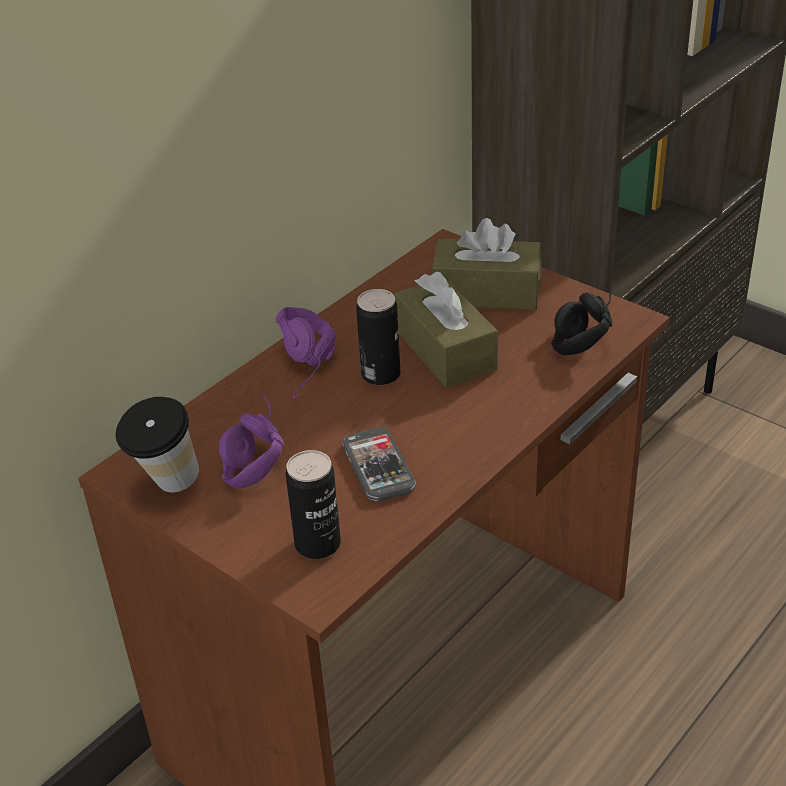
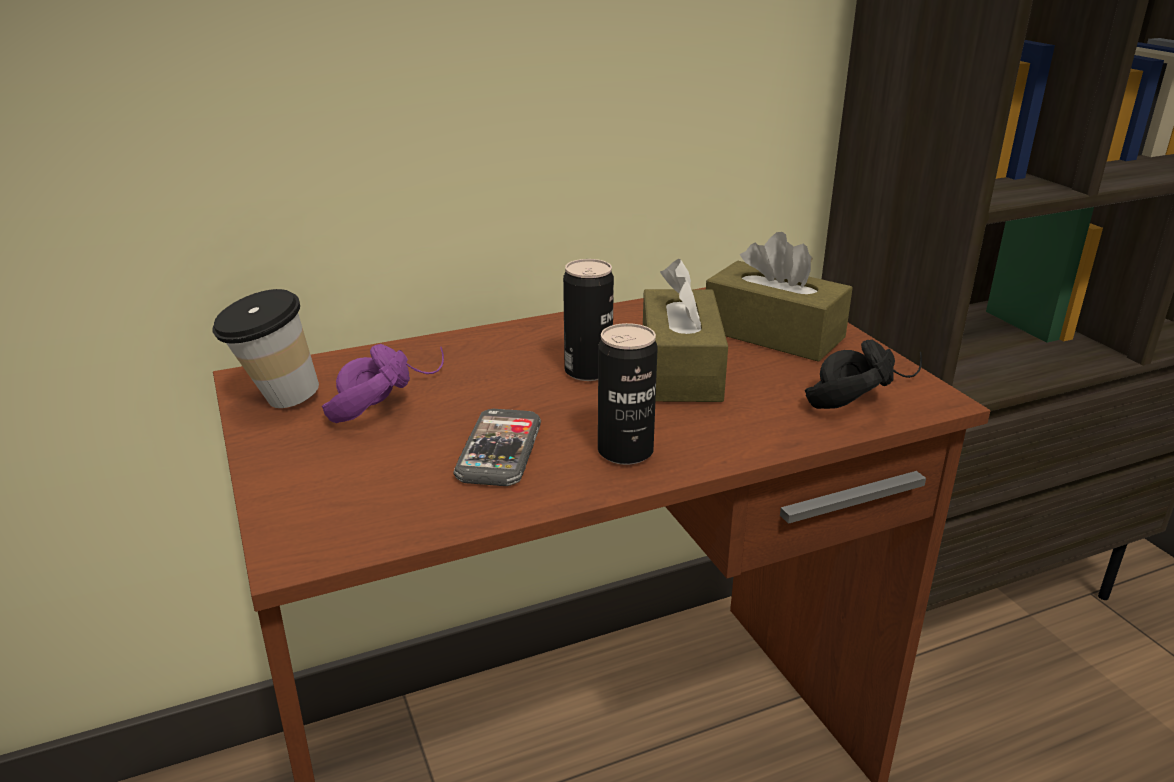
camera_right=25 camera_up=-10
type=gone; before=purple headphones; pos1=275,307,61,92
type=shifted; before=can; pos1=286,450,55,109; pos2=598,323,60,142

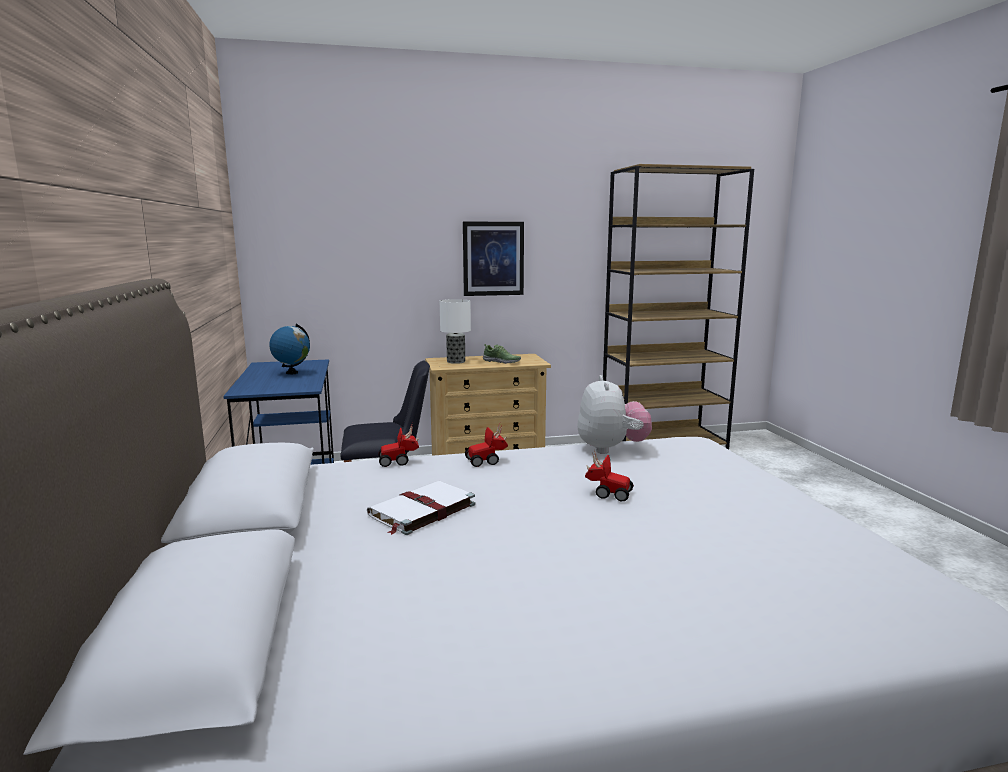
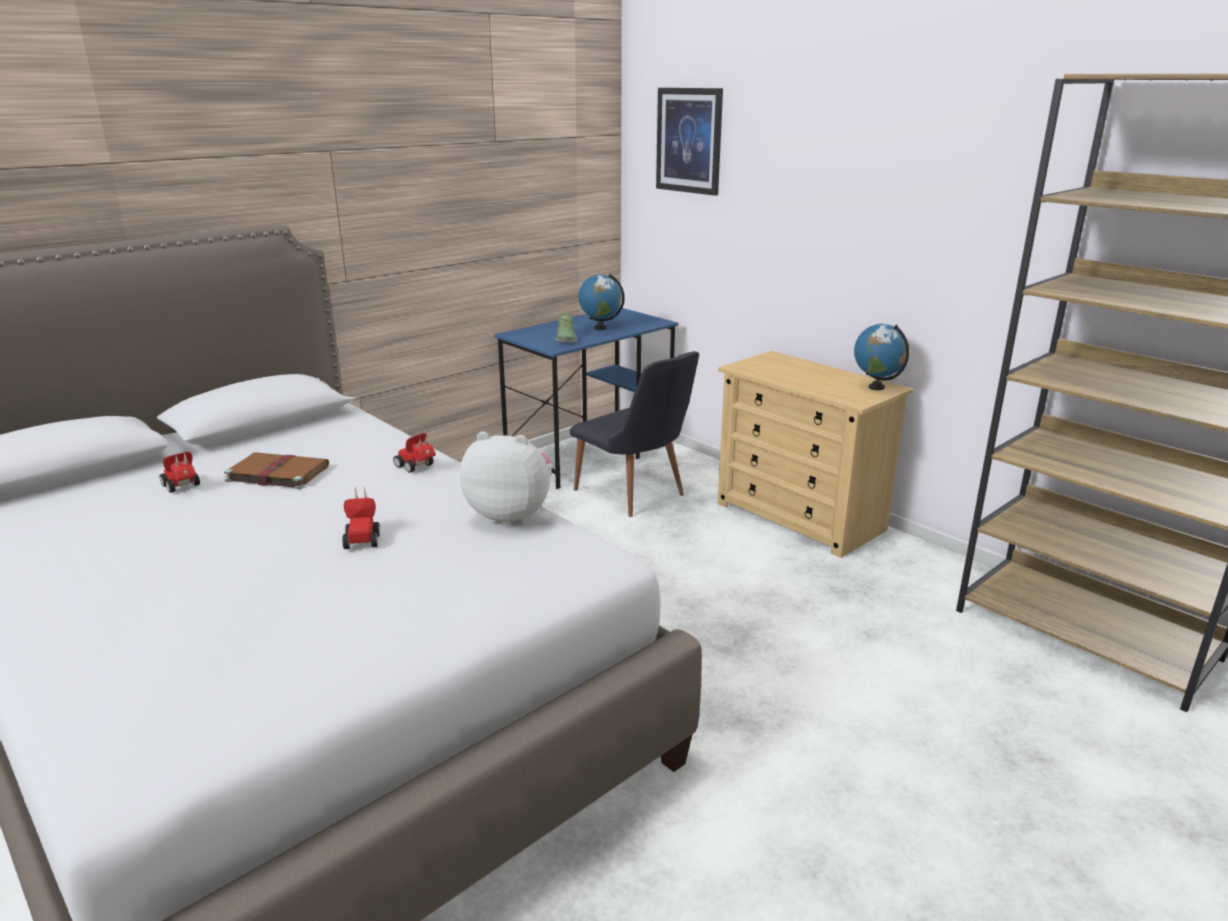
camera_right=60 camera_up=10
type=repainted; before=white book; after=brown book; pos1=367,481,108,54; pos2=224,452,105,37
type=shifted; before=toy car; pos1=378,423,41,44; pos2=159,451,41,42
type=gone; before=table lamp; pos1=440,299,31,65
type=shifted; before=picture; pos1=463,222,61,74; pos2=656,88,67,108
type=shifted; before=shoe; pos1=483,344,38,20; pos2=556,311,21,32
type=rotated; before=plush toy; pos1=577,375,75,79; pos2=460,431,92,95; turn=-135
type=new; after=globe; pos2=854,324,55,66

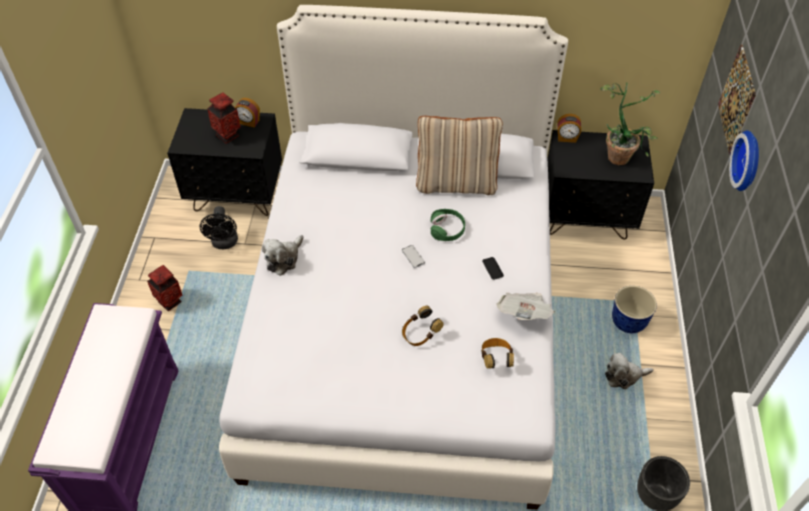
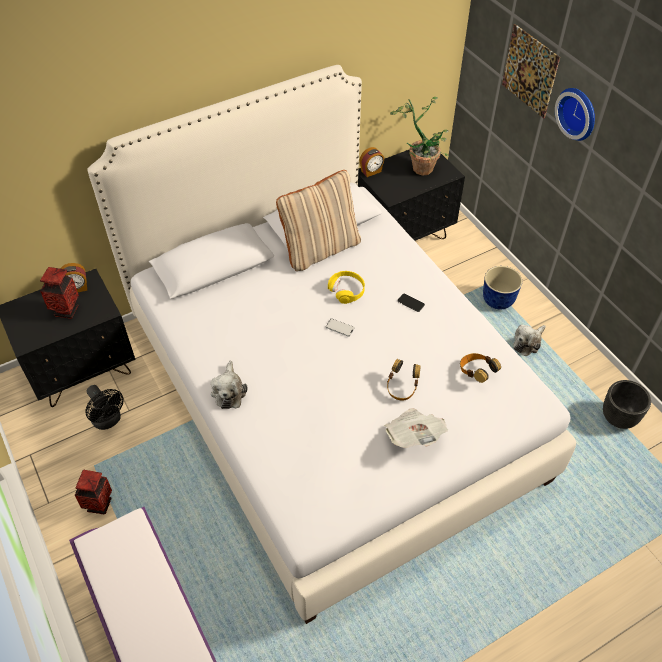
camera_right=-35 camera_up=0
type=repainted; before=green headphones; after=yellow headphones; pos1=430,209,35,32; pos2=328,271,37,33
type=shifted; before=newspaper; pos1=496,293,59,27; pos2=384,408,64,40

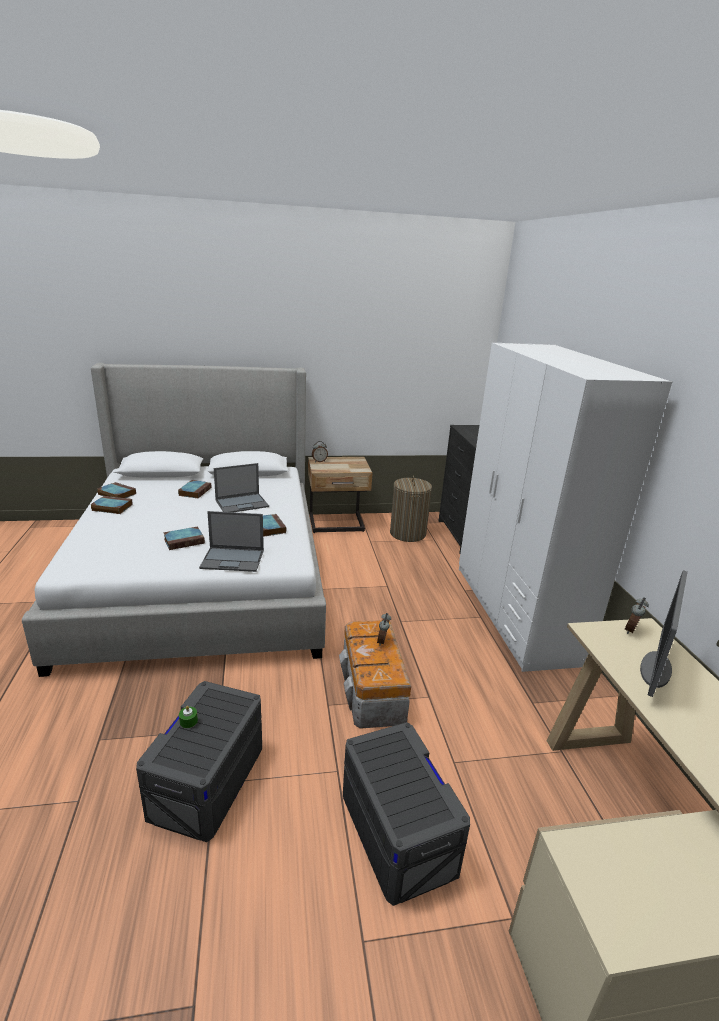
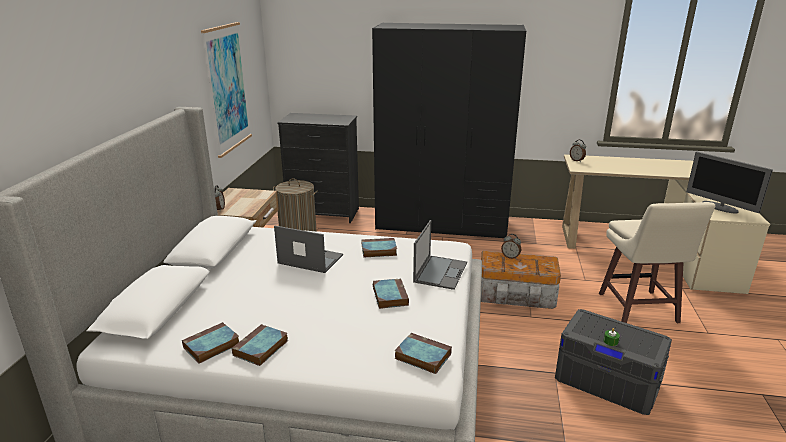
camera_right=-70 camera_up=0
type=shifted; before=book; pos1=178,480,33,18; pos2=394,333,58,41
type=rotated; before=laptop; pos1=214,463,55,49; pos2=274,226,69,47; turn=-60
type=swapped; before=grey storage box; after=beige stool; pos1=343,722,127,184; pos2=599,202,116,121
type=repainted; before=white wardrobe; after=black wardrobe; pos1=459,343,214,329; pos2=372,23,154,215
type=shifted; before=monitor; pos1=640,570,47,127; pos2=686,152,87,61
type=new; after=picture; pos2=201,22,51,136

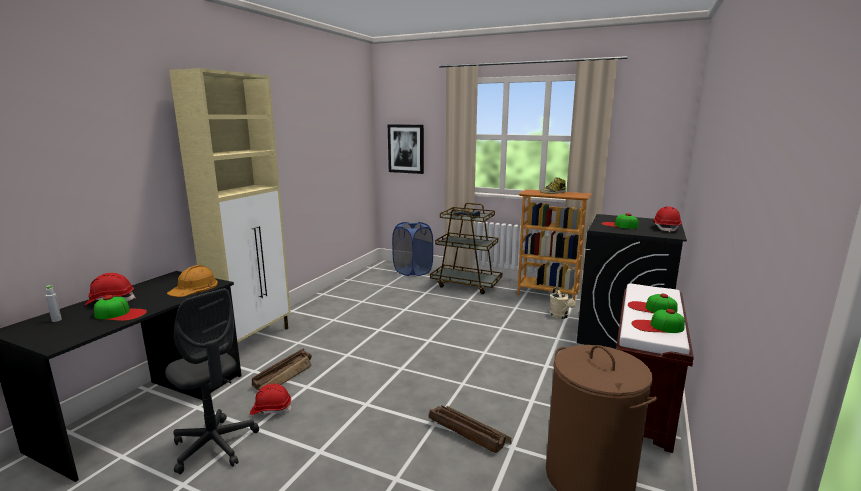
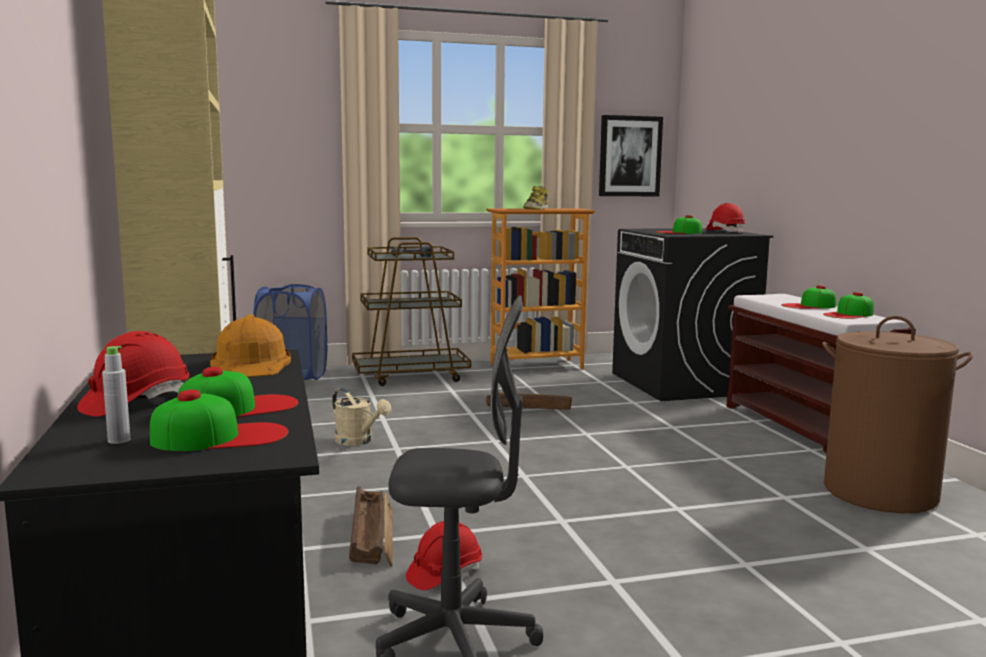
camera_right=-40 camera_up=-5
type=shifted; before=picture; pos1=388,124,36,50; pos2=599,115,64,81
type=shifted; before=crate; pos1=429,405,82,48; pos2=486,392,86,18
type=shifted; before=beige watering can; pos1=549,287,27,32; pos2=332,388,59,58
type=new; after=cap; pos2=150,390,138,61

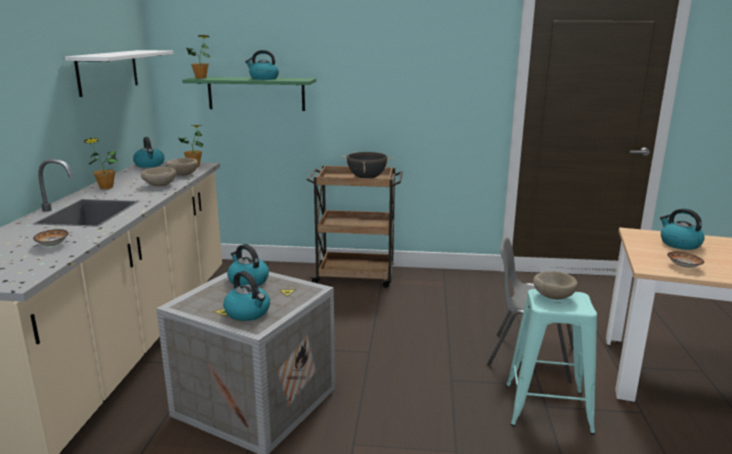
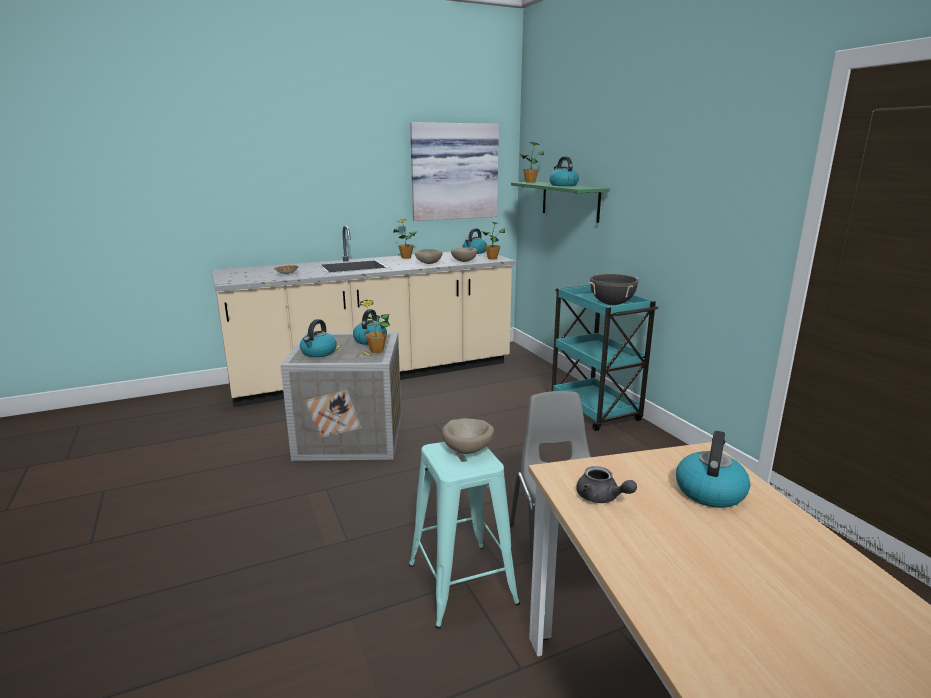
camera_right=60 camera_up=0
type=swapped; before=white shelf; after=picture; pos1=65,50,109,47; pos2=410,122,89,99
type=repainted; before=brown cart; after=turquoise cart; pos1=307,165,96,123; pos2=548,285,110,146
type=swapped; before=bowl; after=grey teapot; pos1=667,251,37,17; pos2=576,466,61,37
type=new; after=potted plant; pos2=360,300,30,53

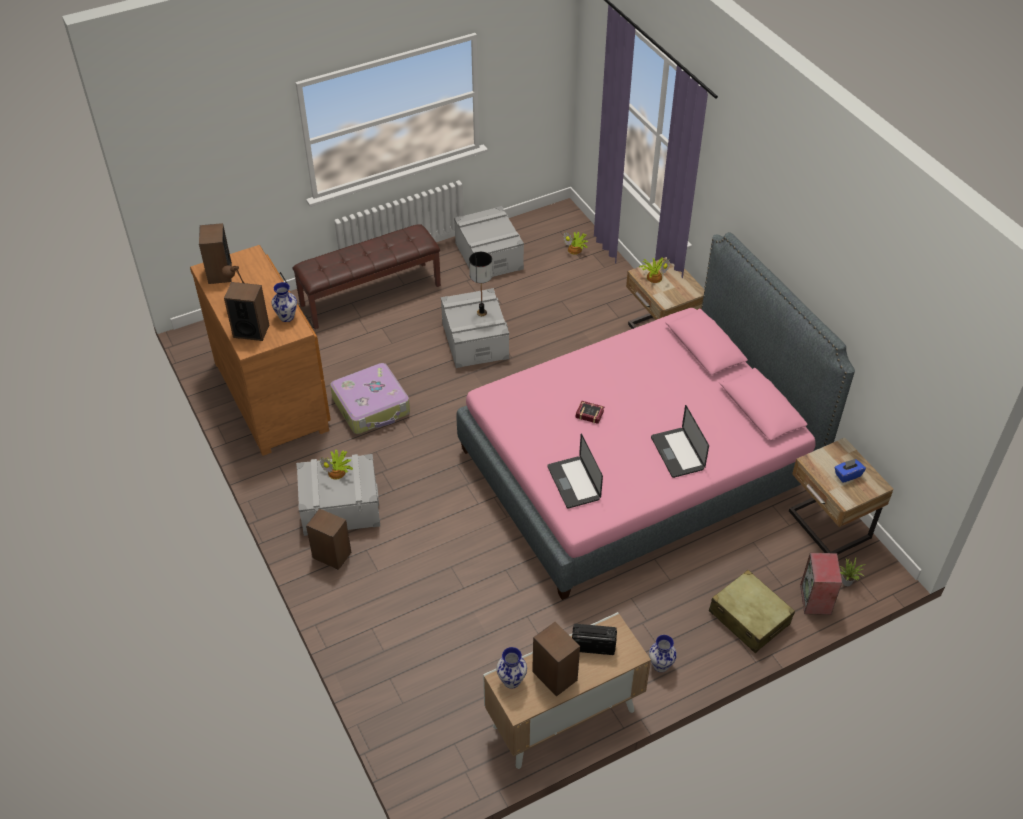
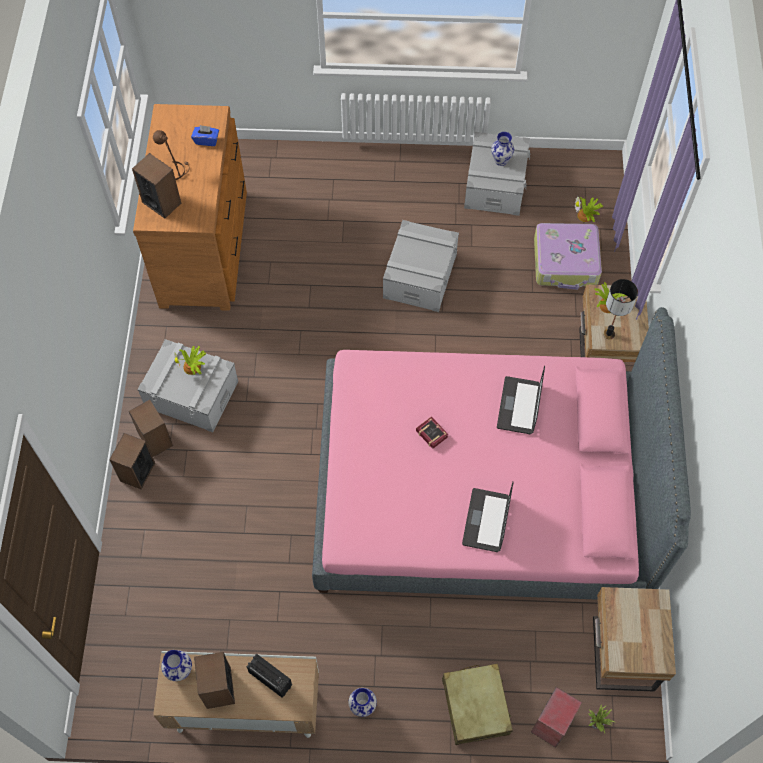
camera_right=30 camera_up=15
type=shifted; before=speaker; pos1=199,223,33,61; pos2=109,433,46,56
type=shifted; before=vase; pos1=271,282,26,40; pos2=491,132,23,34
type=gone; before=brown bench; pos1=292,224,149,105
type=shifted; before=suitcase; pos1=330,363,80,71; pos2=534,223,68,67
type=shifted; before=table lamp; pos1=469,252,24,64; pos2=603,279,35,60
type=shifted; before=laptop; pos1=547,434,56,75; pos2=497,366,48,68
type=shifted; before=blue tissue box; pos1=835,459,31,24; pos2=191,125,28,21

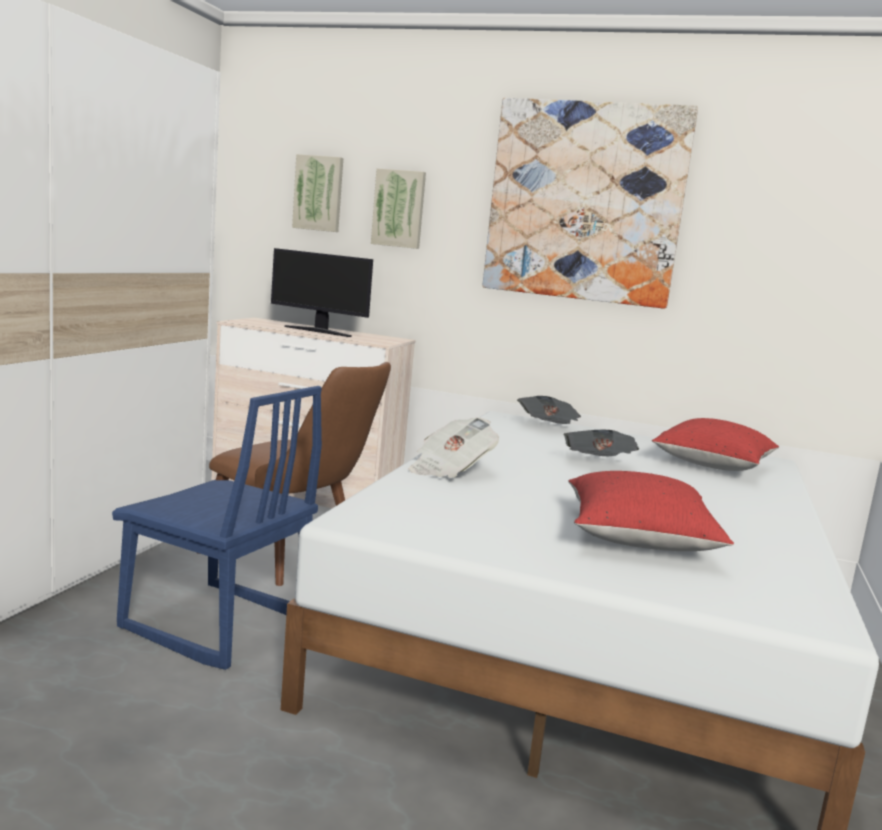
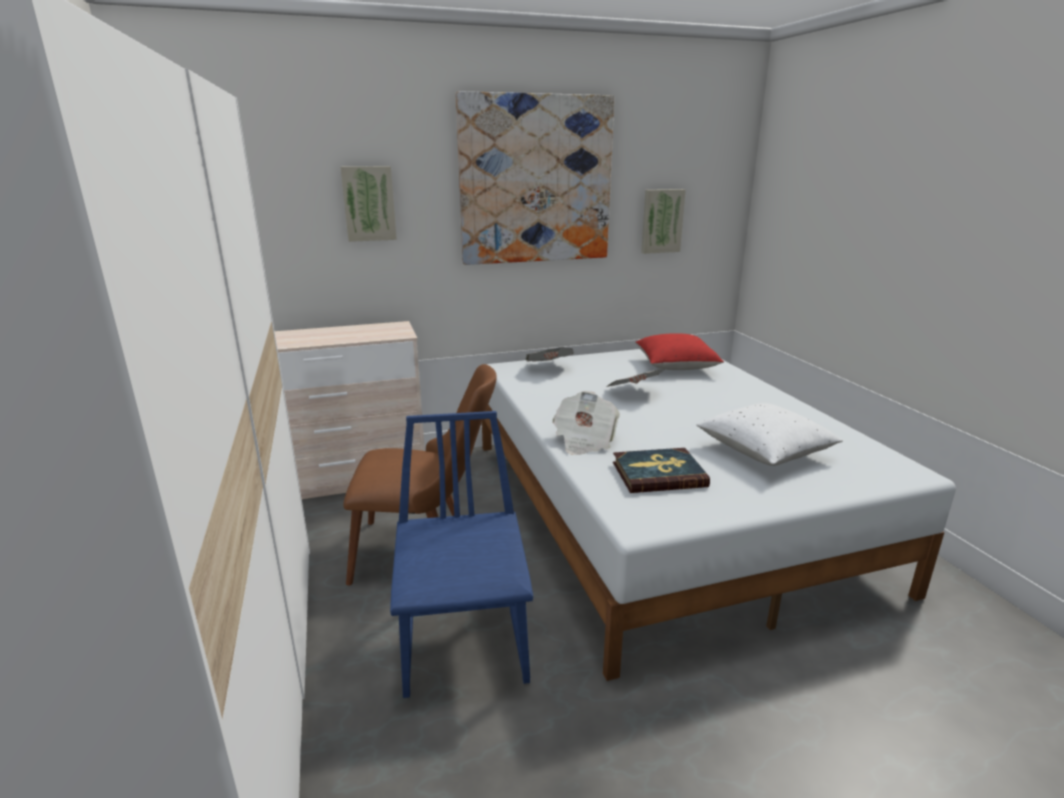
camera_right=-35 camera_up=10
type=rotated; before=blue chair; pos1=112,386,210,284; pos2=390,411,143,287; turn=-90
type=gone; before=monitor; pos1=271,248,102,89
type=shifted; before=picture; pos1=292,154,51,78; pos2=641,189,45,65
type=repainted; before=red pillow; after=white pillow; pos1=569,471,165,80; pos2=696,403,147,63
type=new; after=book; pos2=613,448,97,45

